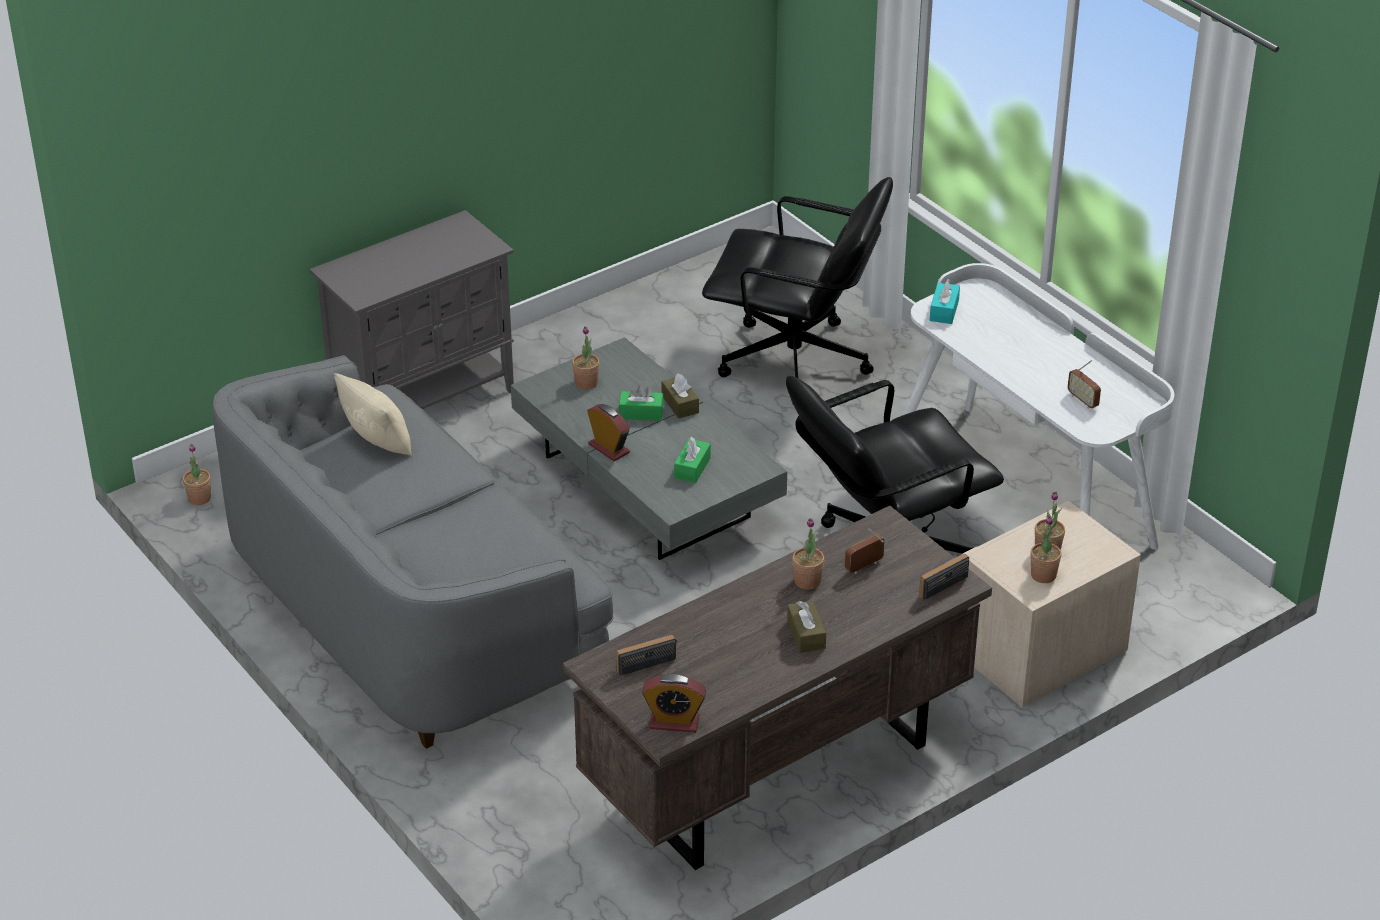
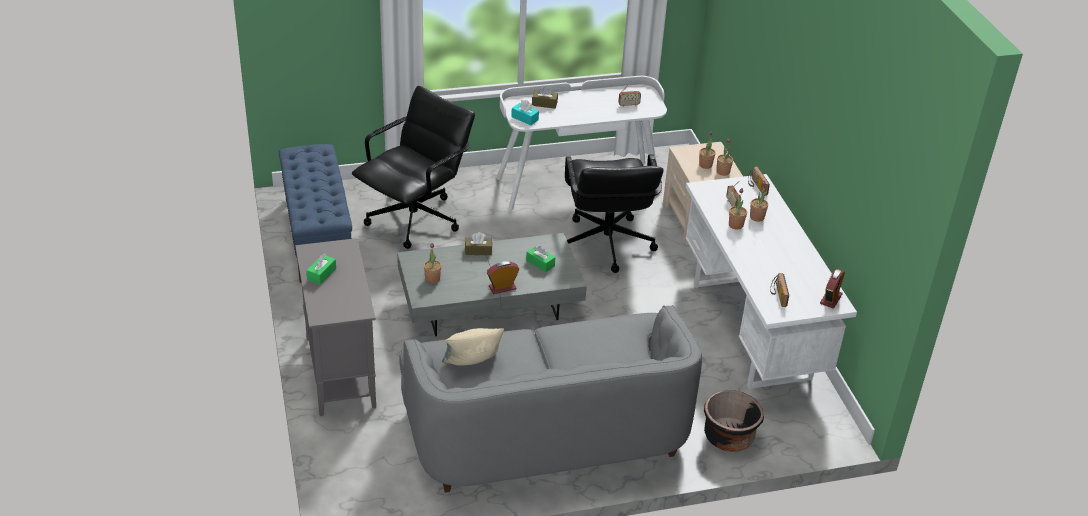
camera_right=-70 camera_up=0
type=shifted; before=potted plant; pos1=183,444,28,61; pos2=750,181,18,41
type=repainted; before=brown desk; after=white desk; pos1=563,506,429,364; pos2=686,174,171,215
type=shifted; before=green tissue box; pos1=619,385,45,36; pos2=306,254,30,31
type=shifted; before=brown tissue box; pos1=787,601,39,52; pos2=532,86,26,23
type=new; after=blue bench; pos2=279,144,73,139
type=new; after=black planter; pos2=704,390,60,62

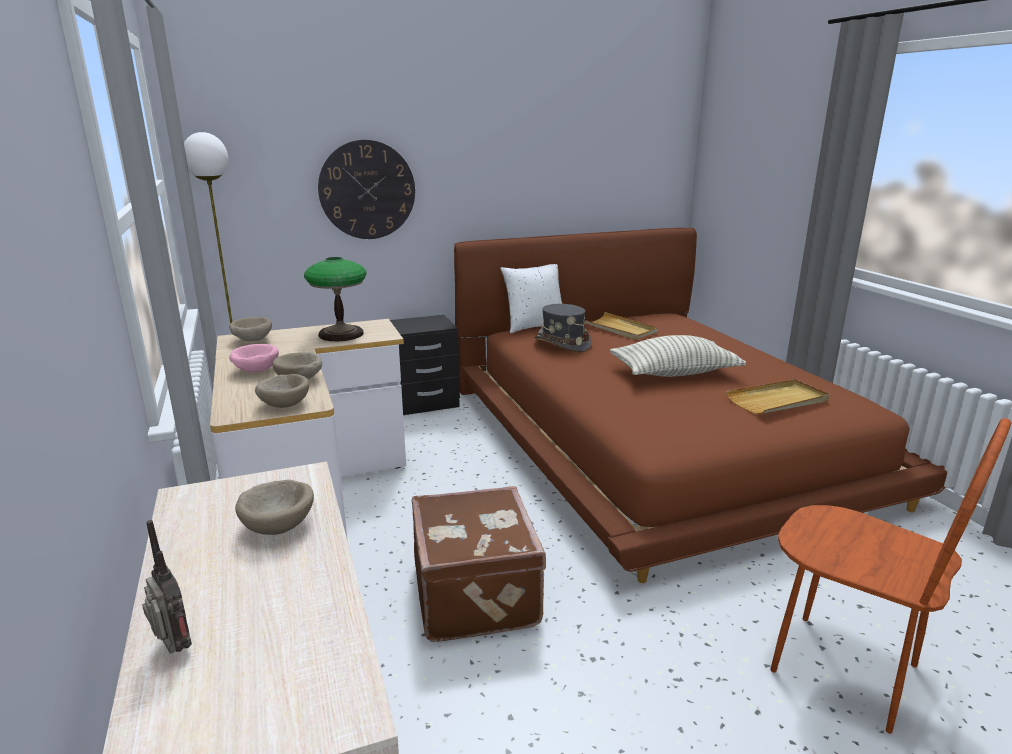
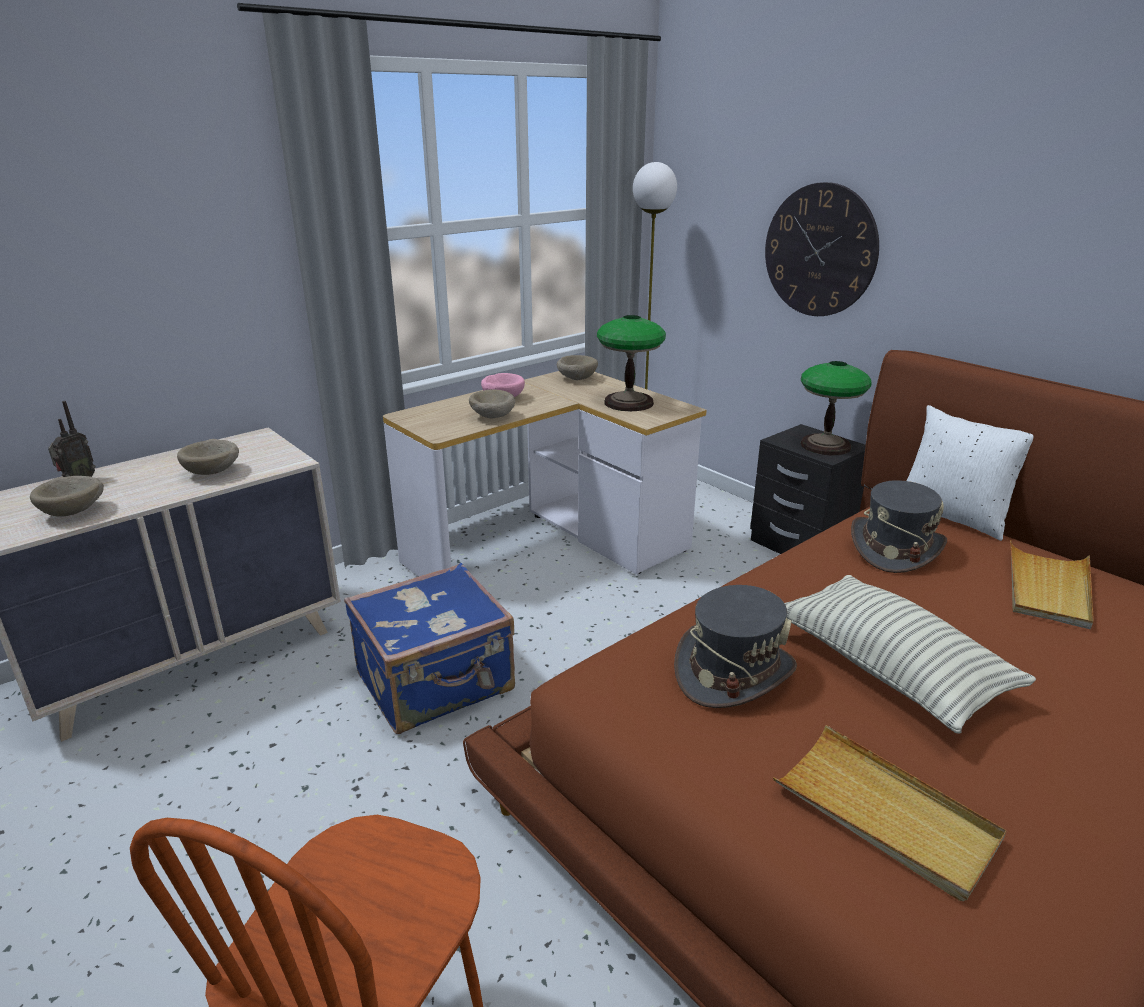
camera_right=70 camera_up=5
type=shifted; before=beige bowl; pos1=255,374,54,34; pos2=30,476,74,41
type=repainted; before=brown suitcase; after=blue suitcase; pos1=412,486,134,156; pos2=344,563,171,171
type=new; after=grey hat; pos2=674,585,123,123
type=new; after=table lamp; pos2=800,361,71,94

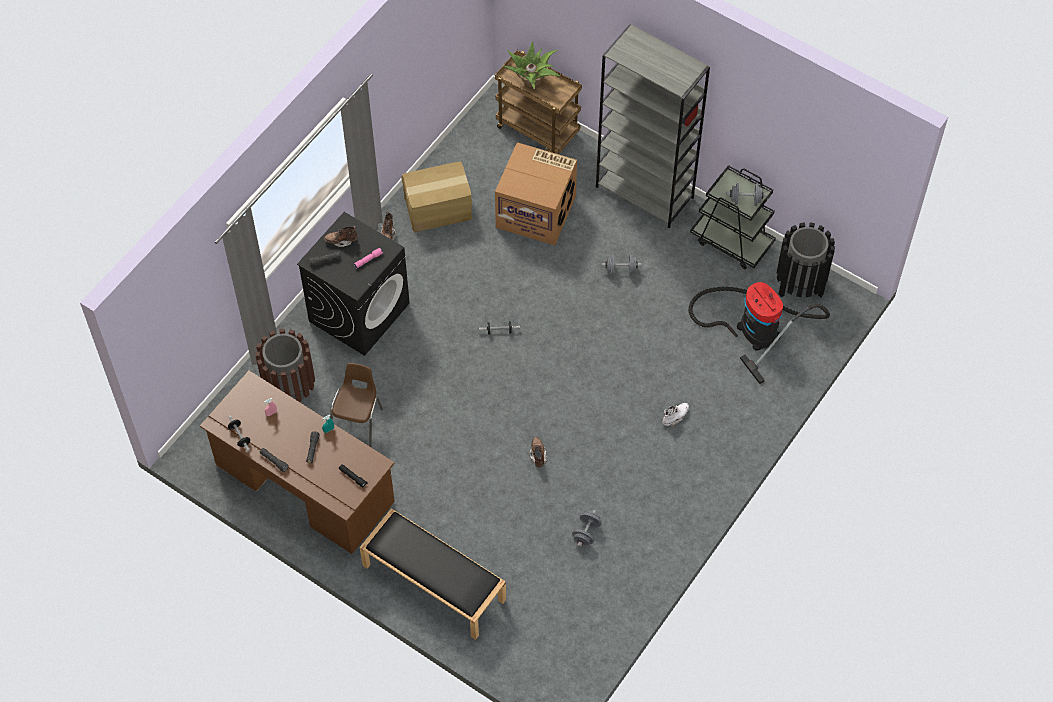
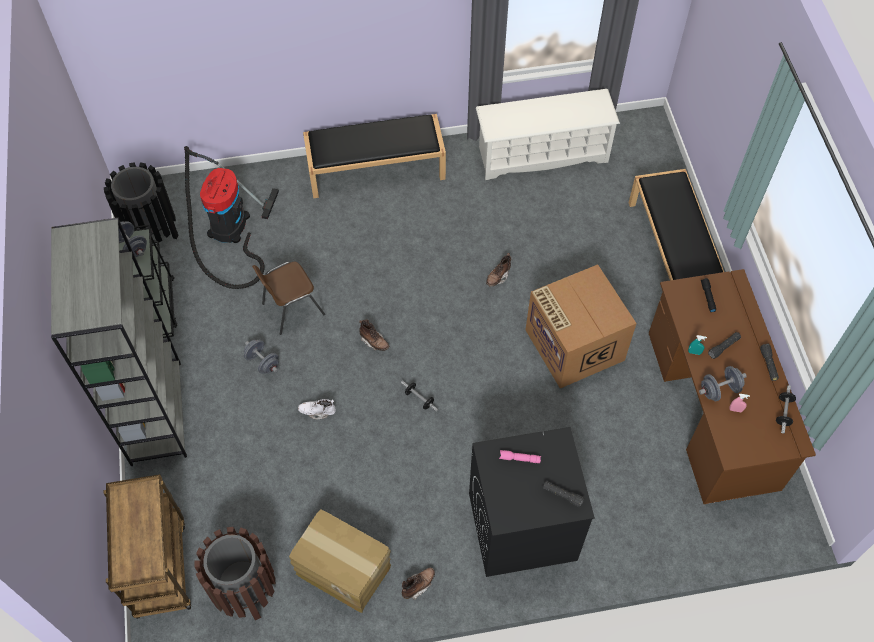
camera_right=-135 camera_up=0
type=shifted; before=brown trash can; pos1=255,329,60,73; pos2=194,527,82,93
type=shifted; before=brown boot; pos1=324,226,34,21; pos2=359,319,30,32
type=shifted; before=brown chair; pos1=330,363,53,85; pos2=252,262,73,73
type=shifted; before=cardboard box; pos1=495,142,82,103; pos2=526,264,111,124
type=gone; before=potted plant; pos1=504,41,56,48
type=shifted; before=grey dumbbell; pos1=572,510,30,37; pos2=699,366,48,36
type=shifted; before=white boot; pos1=663,403,26,24; pos2=298,399,38,20
type=new; after=black bench; pos2=303,114,143,84
type=new; after=white shoe rack; pos2=476,89,144,91

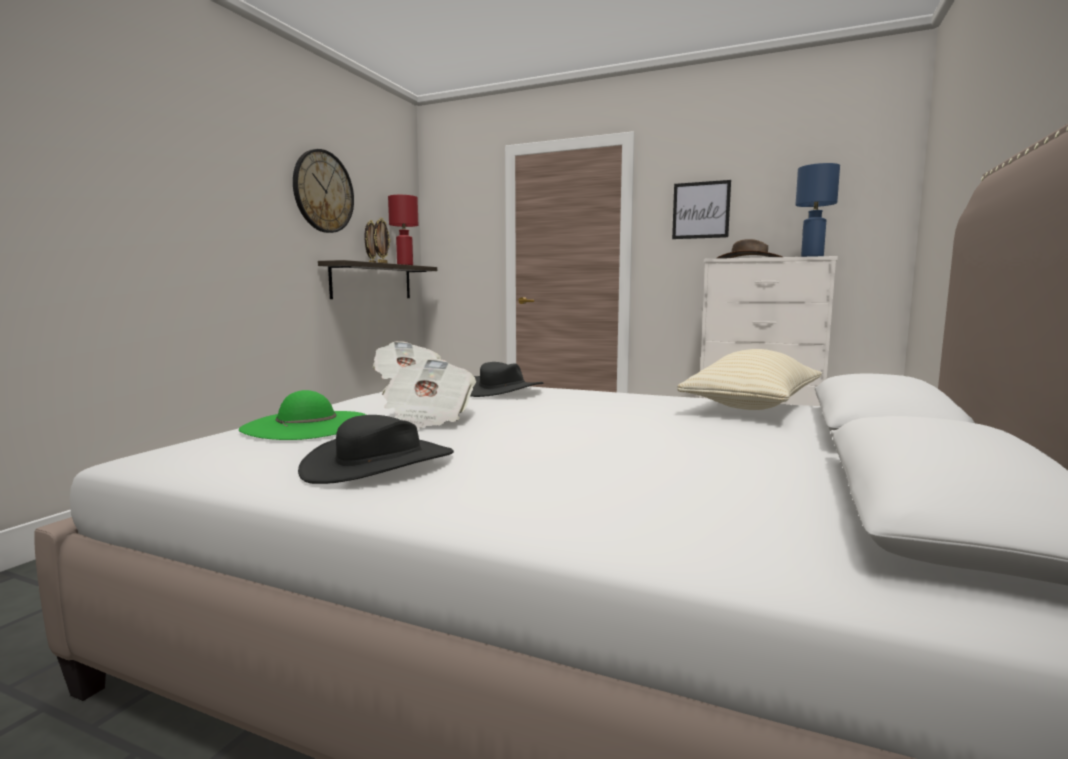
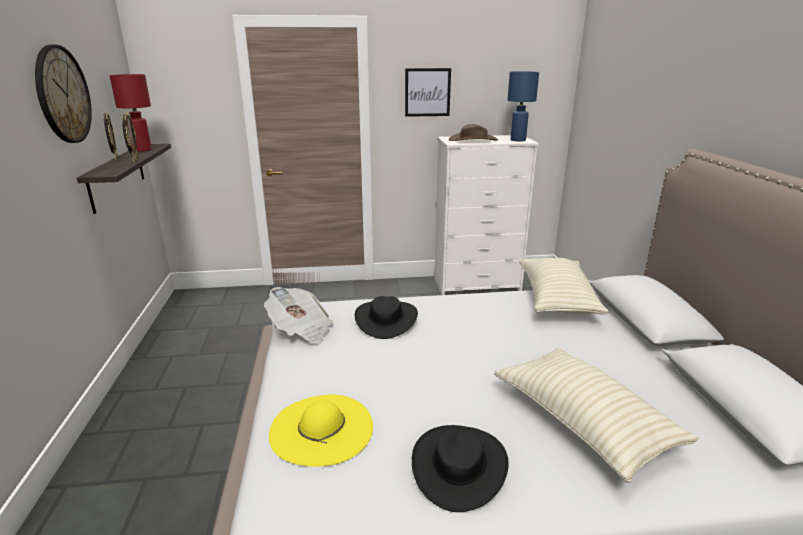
camera_right=-30 camera_up=15
type=repainted; before=green hat; after=yellow hat; pos1=239,390,127,50; pos2=269,395,104,72
type=gone; before=newspaper; pos1=382,359,94,70
type=new; after=beige pillow; pos2=494,348,204,135

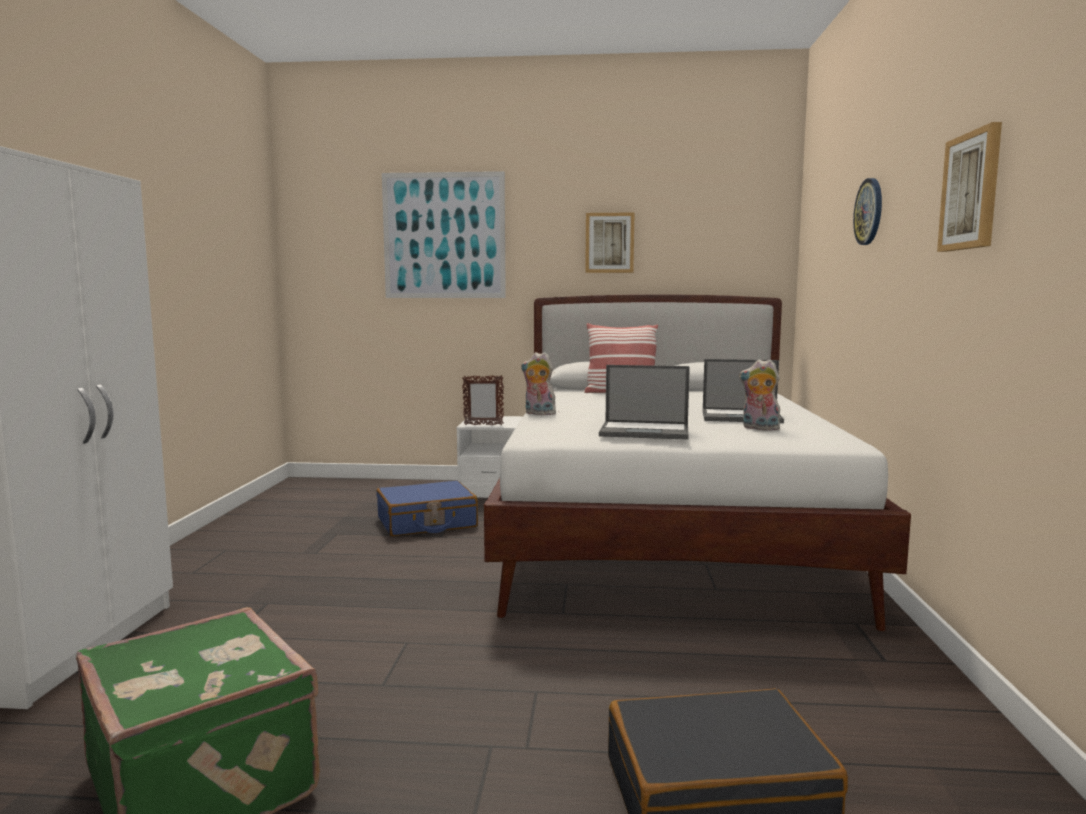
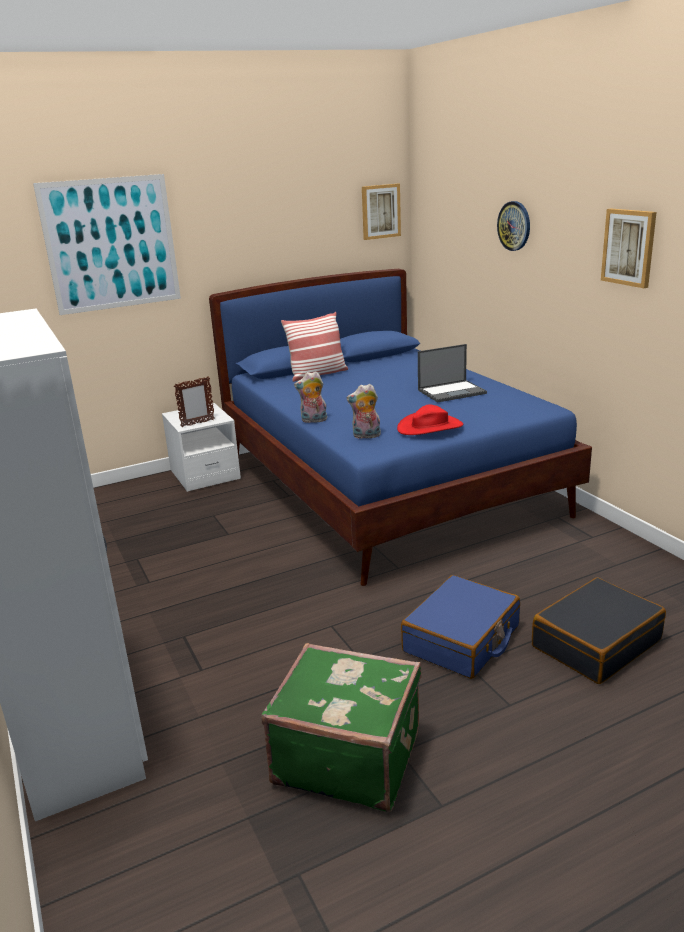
camera_right=-30 camera_up=15
type=shifted; before=blue suitcase; pos1=377,481,101,55; pos2=401,575,119,104
type=repainted; before=white bed; after=blue bed; pos1=484,294,427,337; pos2=209,269,383,317
type=shifted; before=picture; pos1=585,212,50,61; pos2=362,184,39,56
type=swapped; before=laptop; after=red hat; pos1=599,365,91,75; pos2=397,404,66,31
type=shifted; before=plush toy; pos1=739,359,43,71; pos2=346,384,35,55

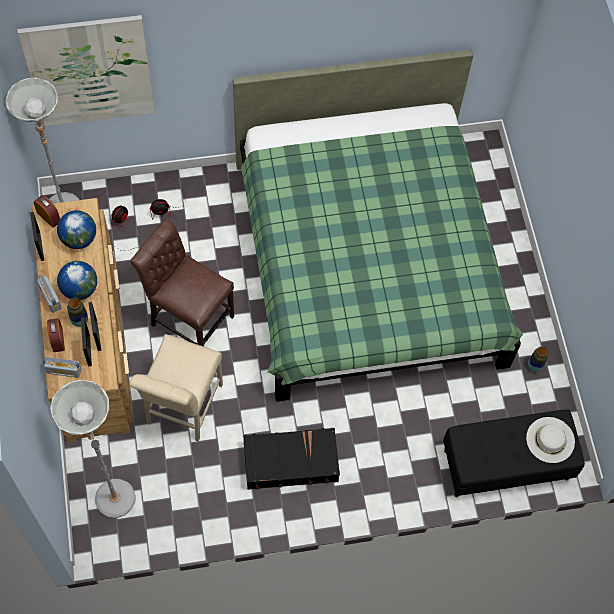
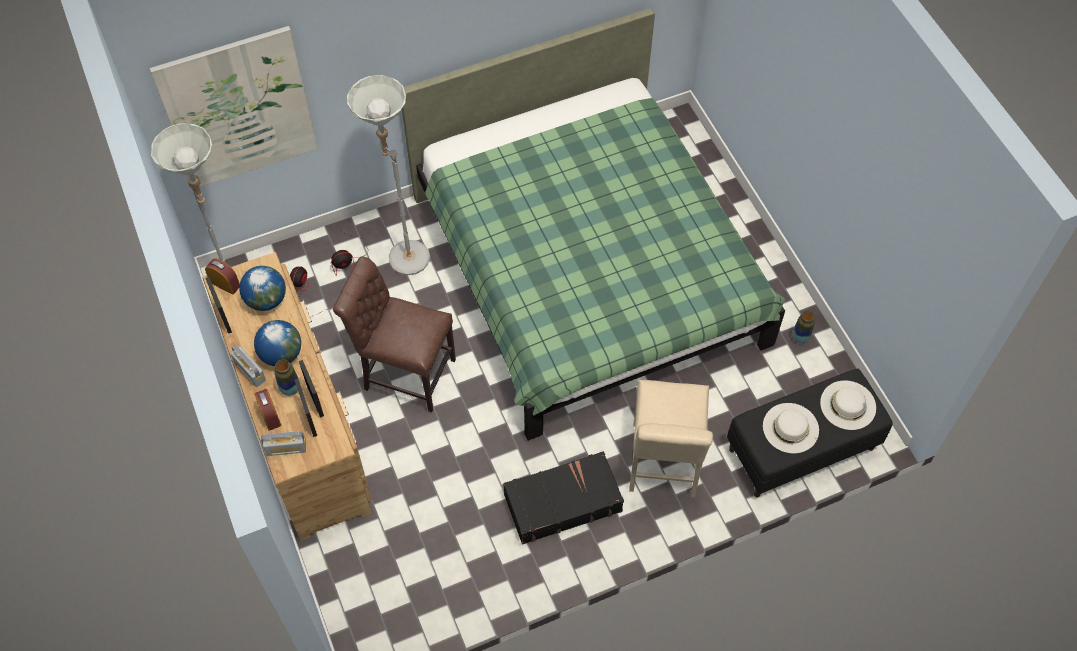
camera_right=-10 camera_up=-5
type=shifted; before=grey floor lamp; pos1=50,380,86,138; pos2=347,75,83,200
type=shifted; before=beige chair; pos1=129,334,94,108; pos2=629,380,84,118
type=new; after=white hat; pos2=763,403,56,50

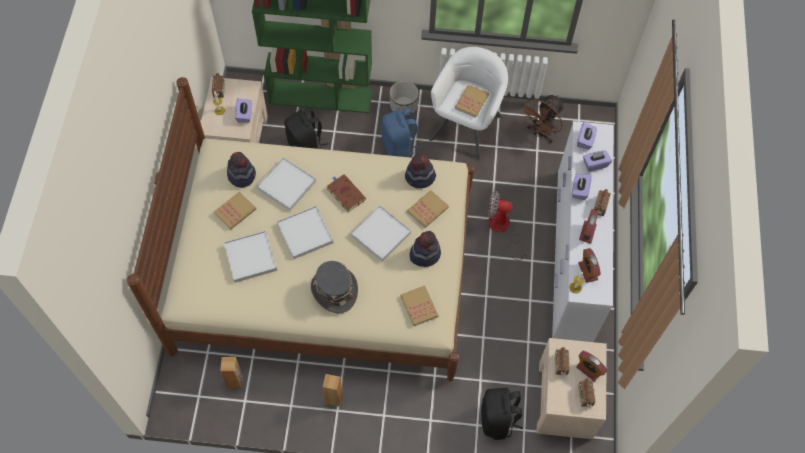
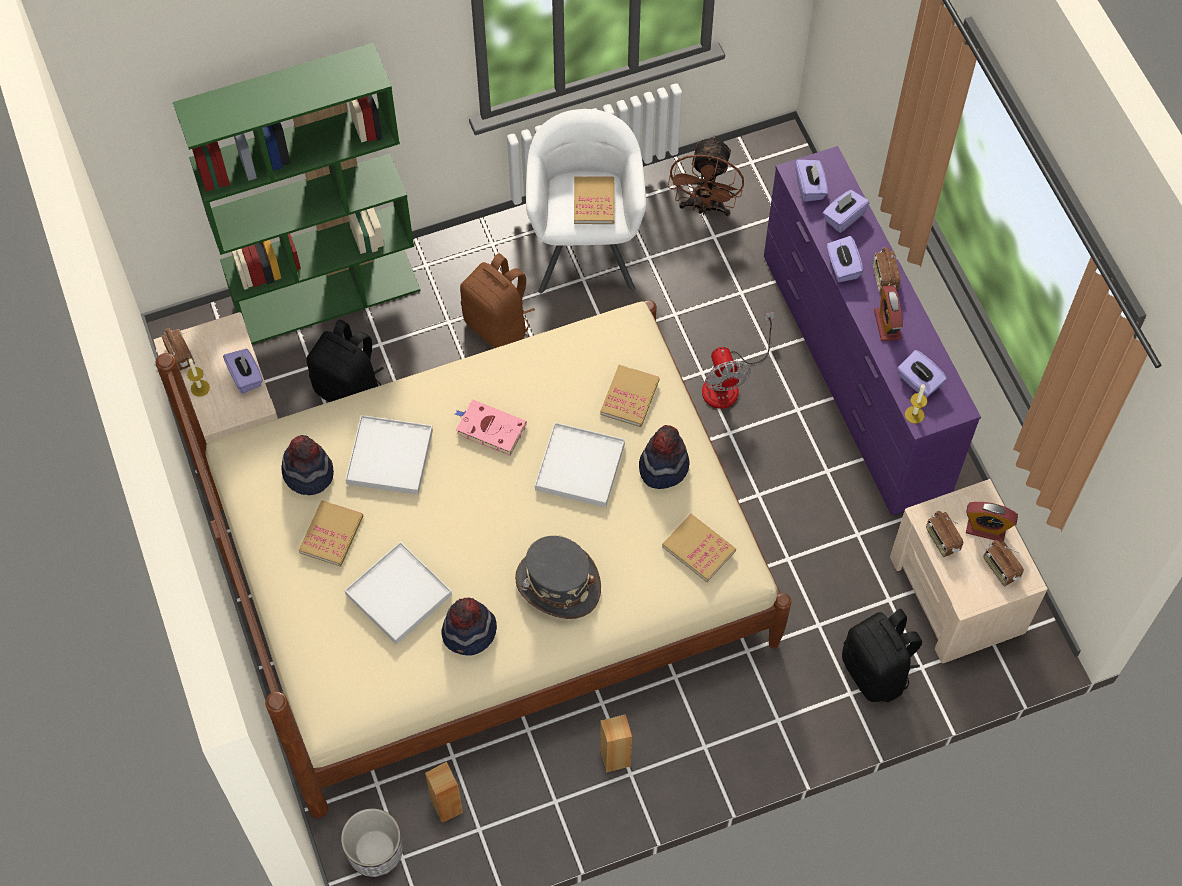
camera_right=-25 camera_up=0
type=gone; before=white tray; pos1=277,206,56,53
type=repainted; before=brown book; after=pink book; pos1=327,174,39,38; pos2=455,400,72,56
type=repainted; before=blue backpack; after=brown backpack; pos1=381,108,41,49; pos2=460,253,75,95
type=shifted; before=planter; pos1=390,81,29,36; pos2=341,808,62,69
type=shifted; before=hat; pos1=405,154,31,35; pos2=441,598,56,57
type=rotated; before=fan; pos1=488,191,40,70; pos2=702,312,73,97; turn=-90
type=repainted; before=white dresser; after=purple dresser; pos1=552,121,62,221; pos2=764,146,217,370
type=swapped; before=alarm clock; after=purple tissue box; pos1=578,248,23,35; pos2=897,350,50,48

